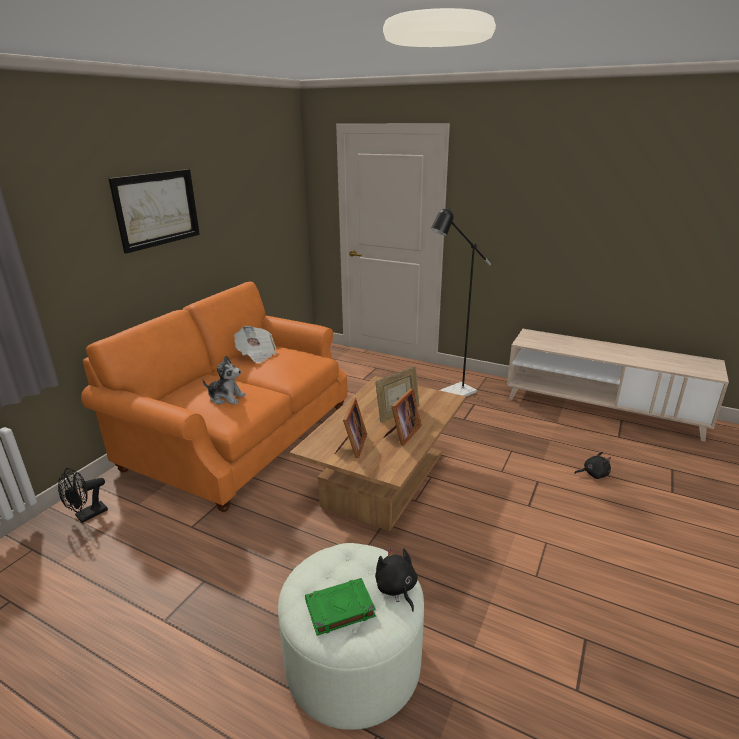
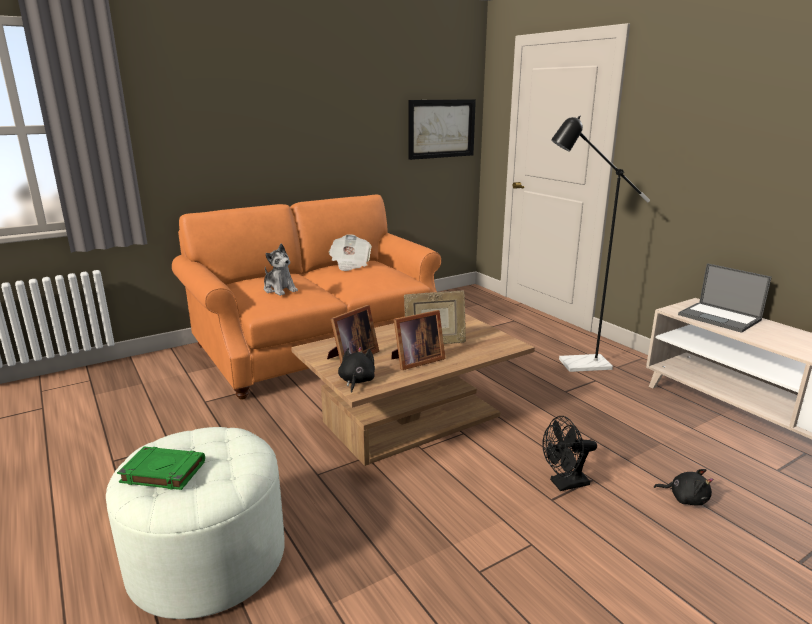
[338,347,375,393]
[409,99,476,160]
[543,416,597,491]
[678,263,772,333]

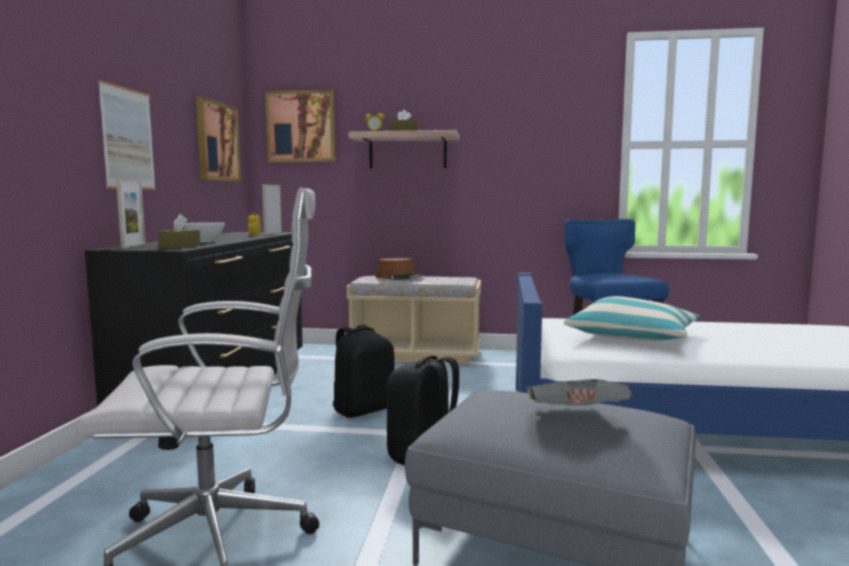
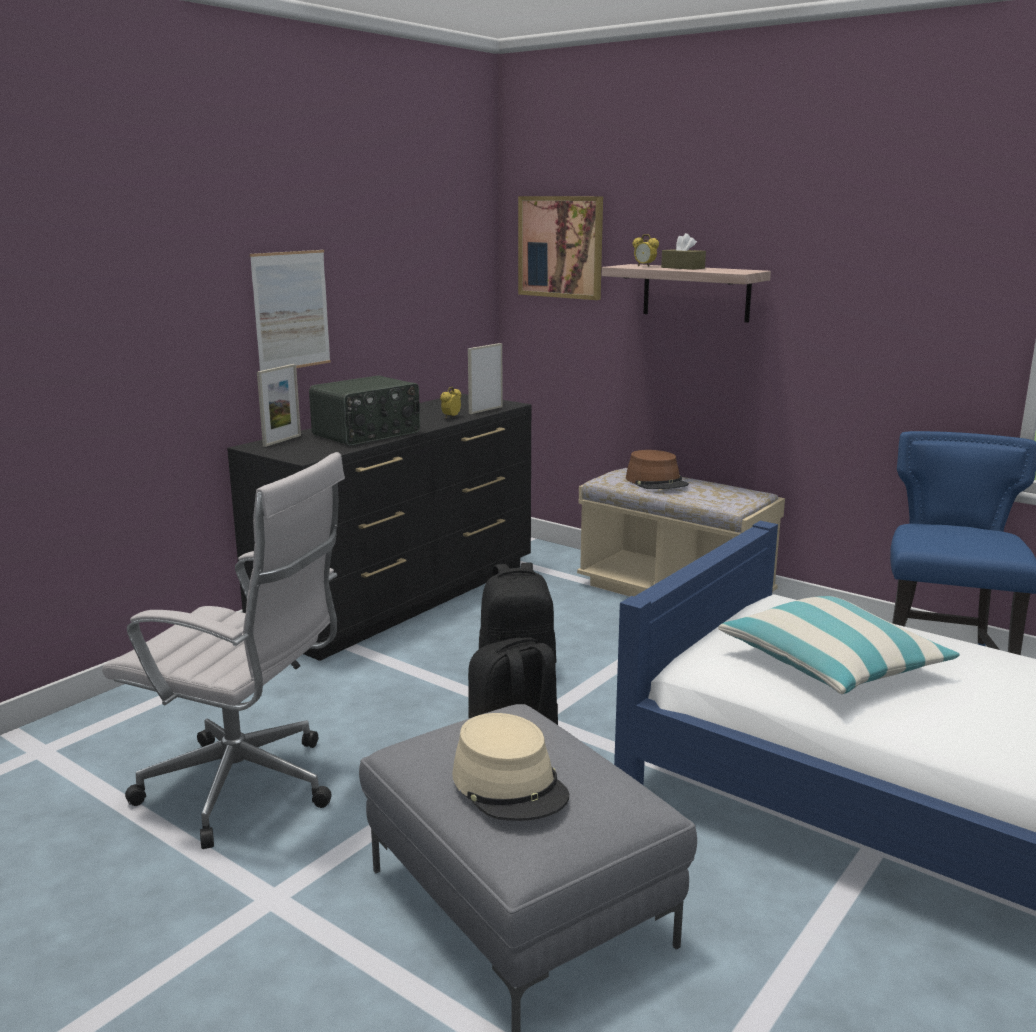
[309,375,420,446]
[452,713,569,821]
[158,214,201,249] (first image)
[196,96,241,181] (first image)

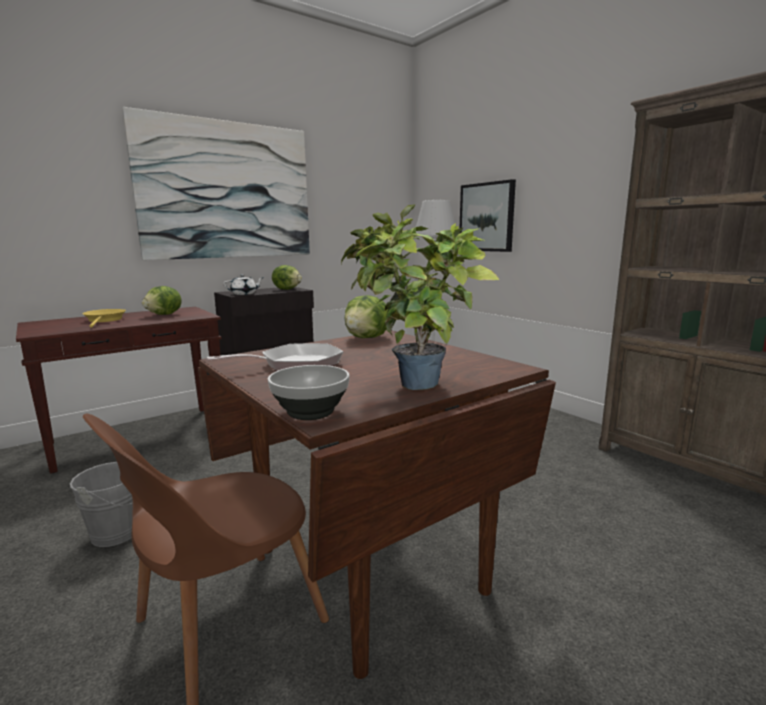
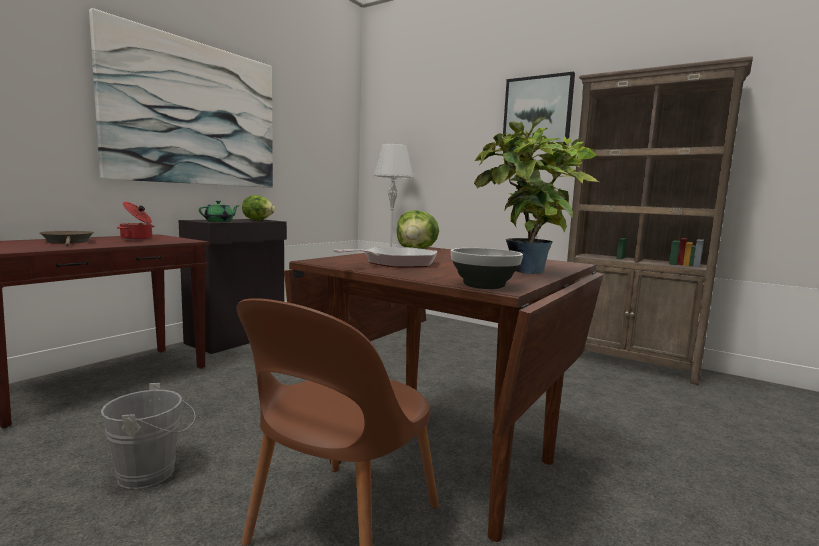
[40,231,94,247]
[117,202,155,241]
[199,201,240,222]
[503,72,575,145]

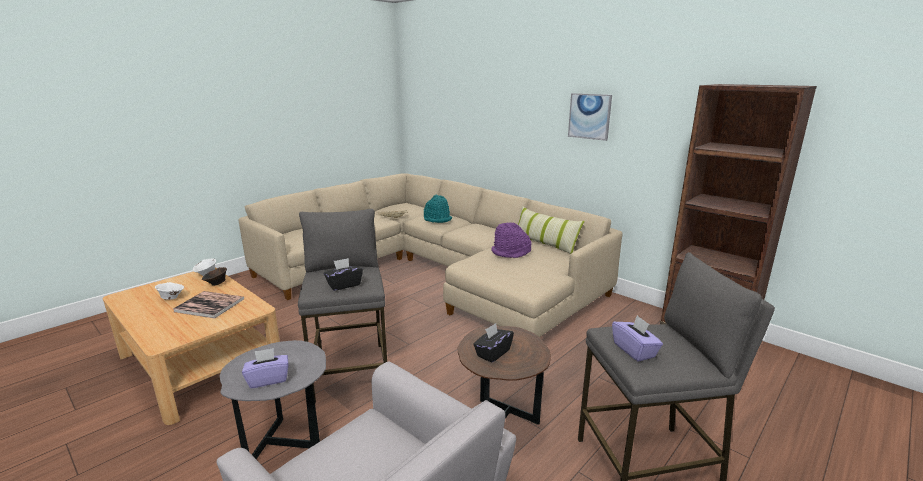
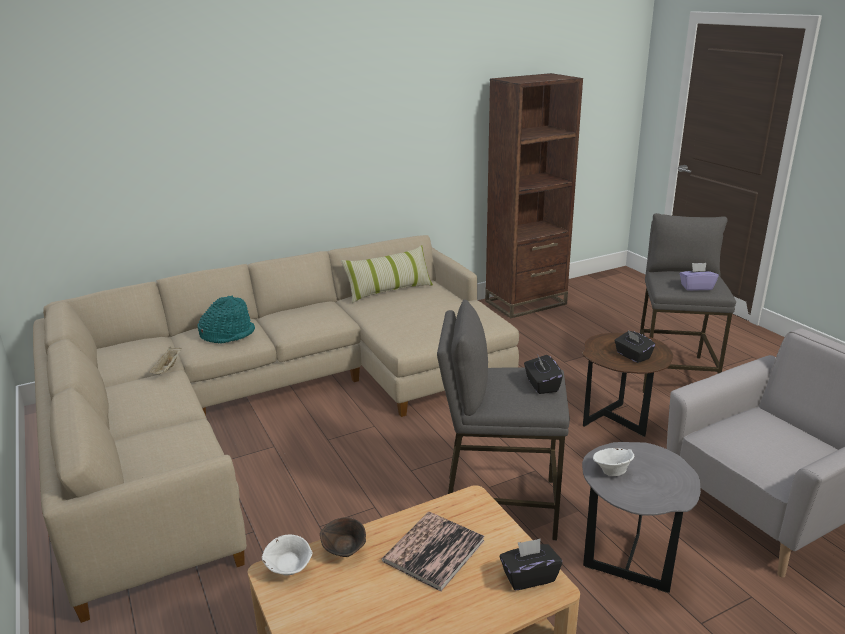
[500,539,562,591]
[593,448,634,476]
[242,348,289,389] (first image)
[491,223,531,258] (first image)
[568,93,612,141] (first image)

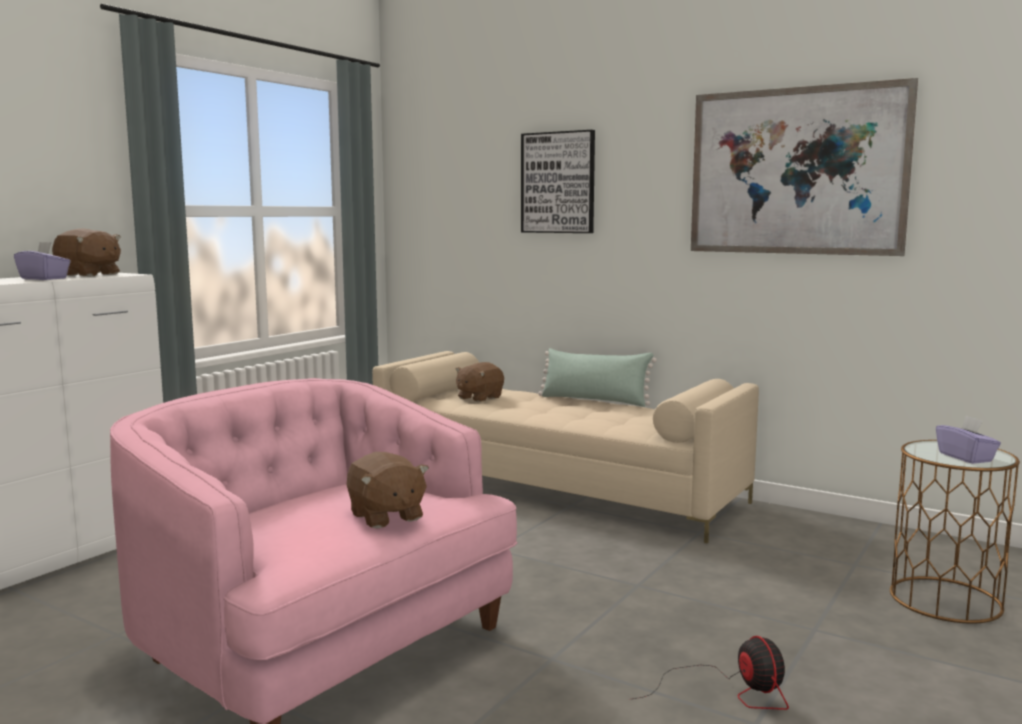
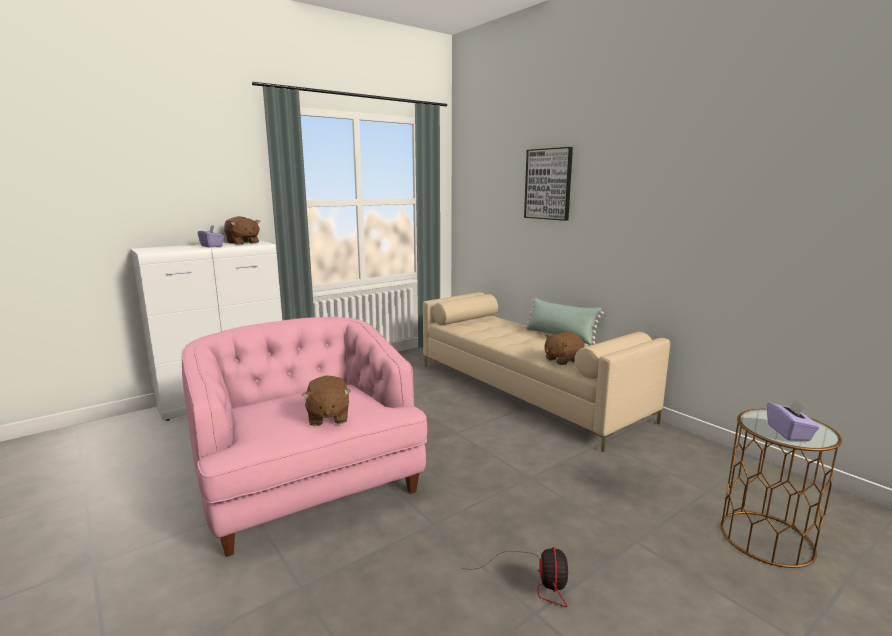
[544,332,585,365]
[691,78,918,256] (first image)

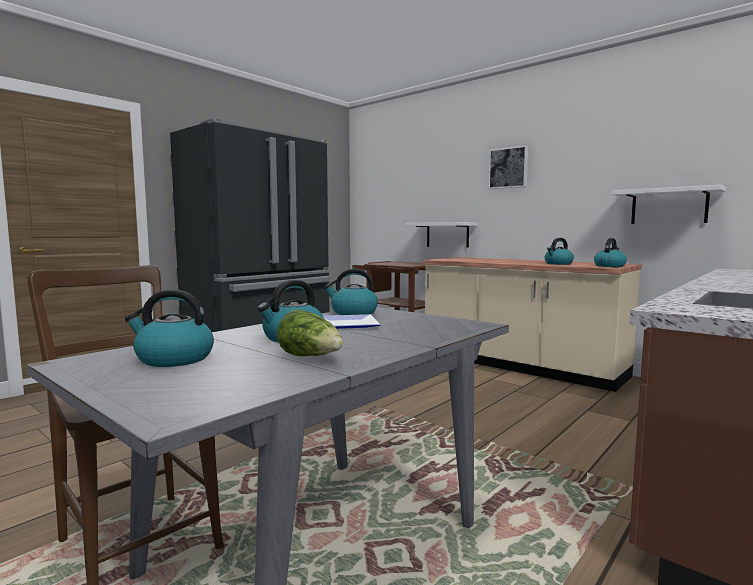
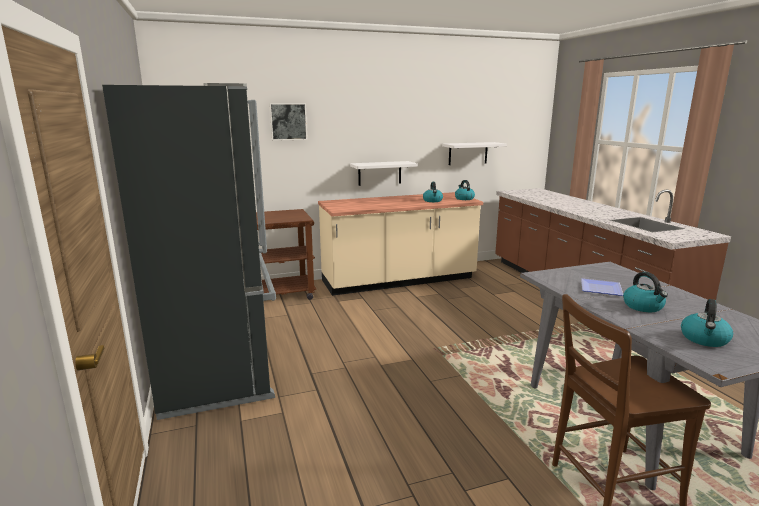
[269,103,308,141]
[350,161,418,186]
[277,309,343,356] (first image)
[324,269,378,315] (first image)

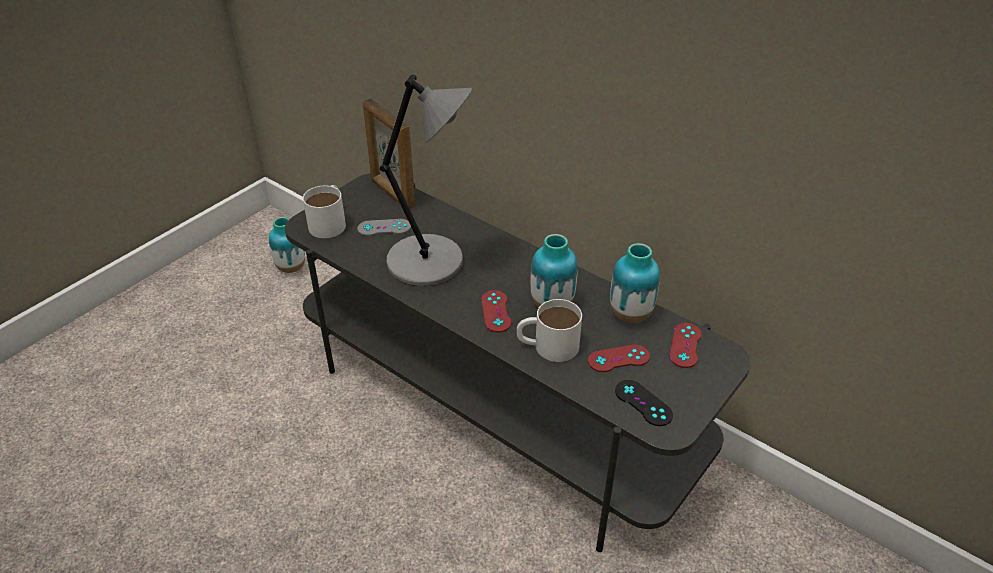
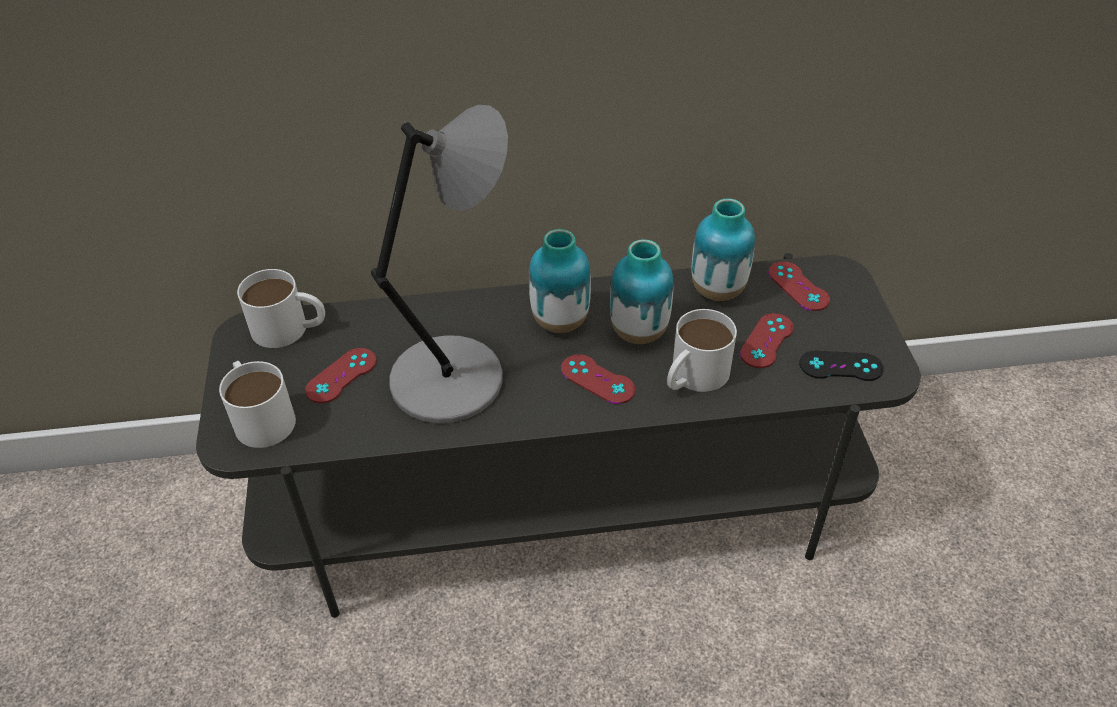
[237,269,325,348]
[305,348,377,403]
[529,229,591,333]

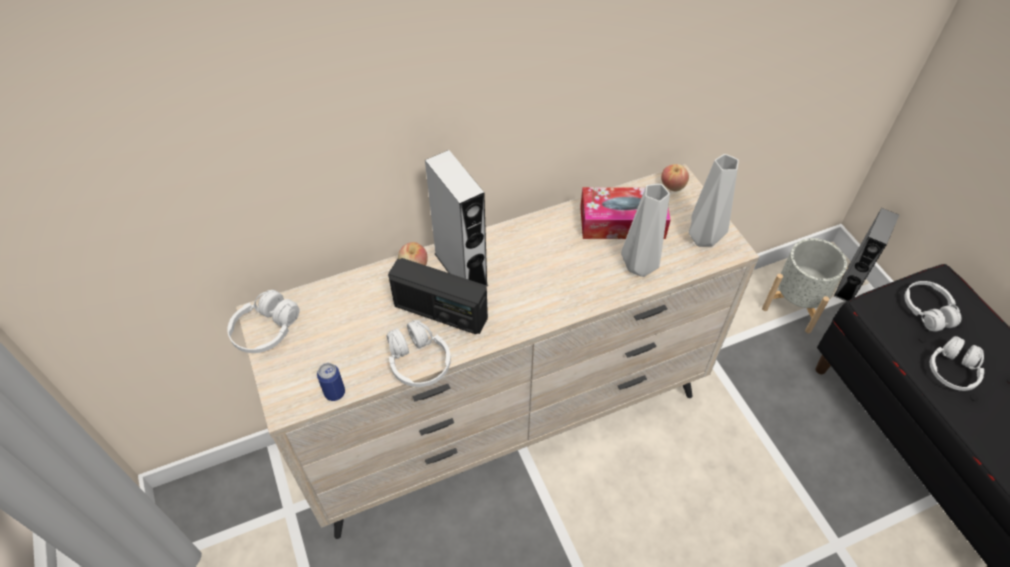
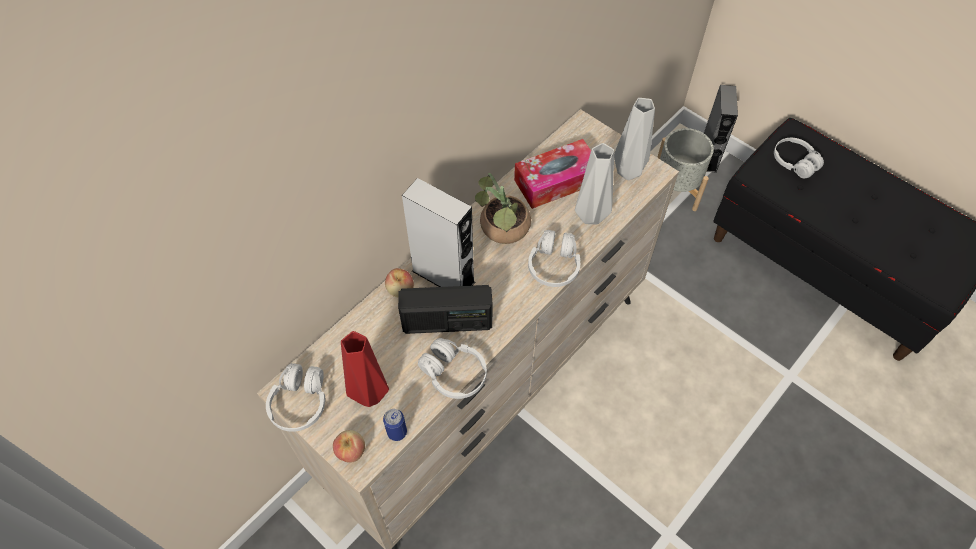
[333,430,365,463]
[341,331,389,407]
[475,173,531,244]
[528,230,580,287]

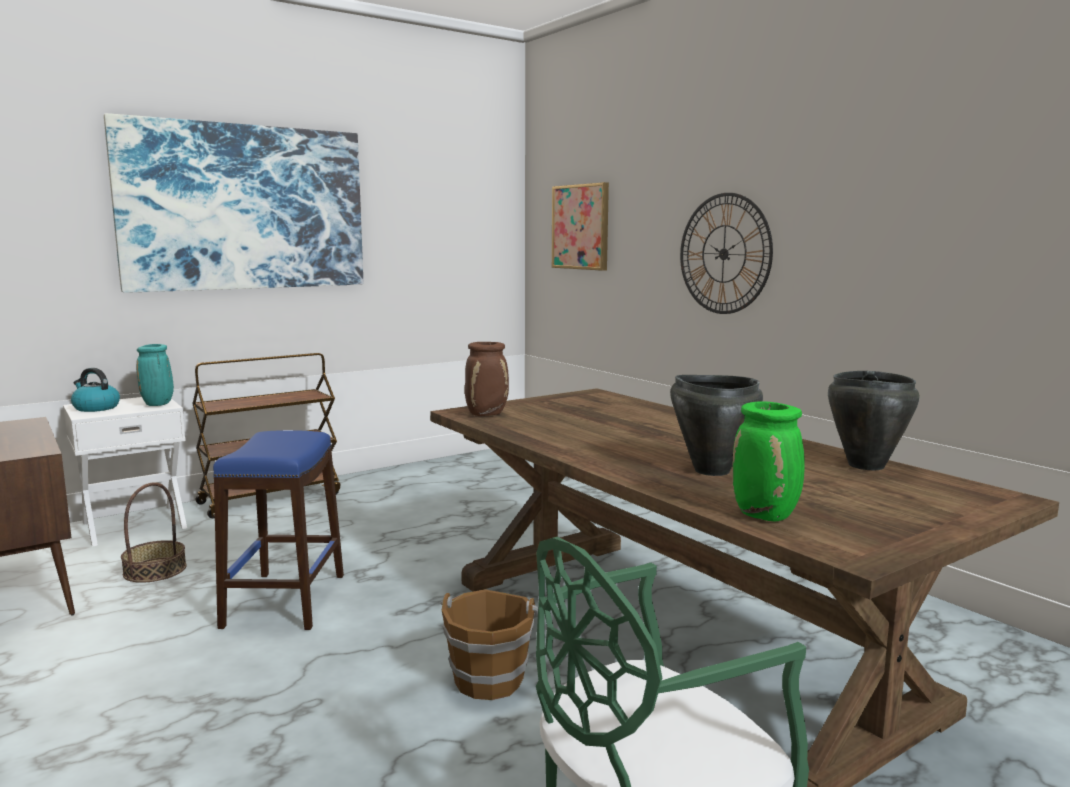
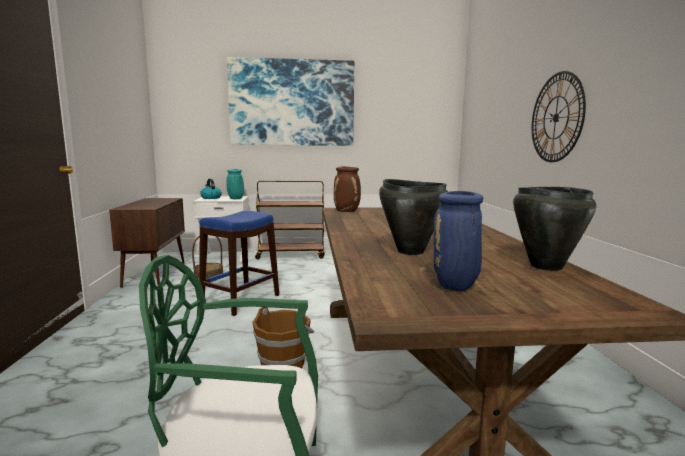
[433,191,483,291]
[552,182,609,271] (first image)
[732,401,805,522] (first image)

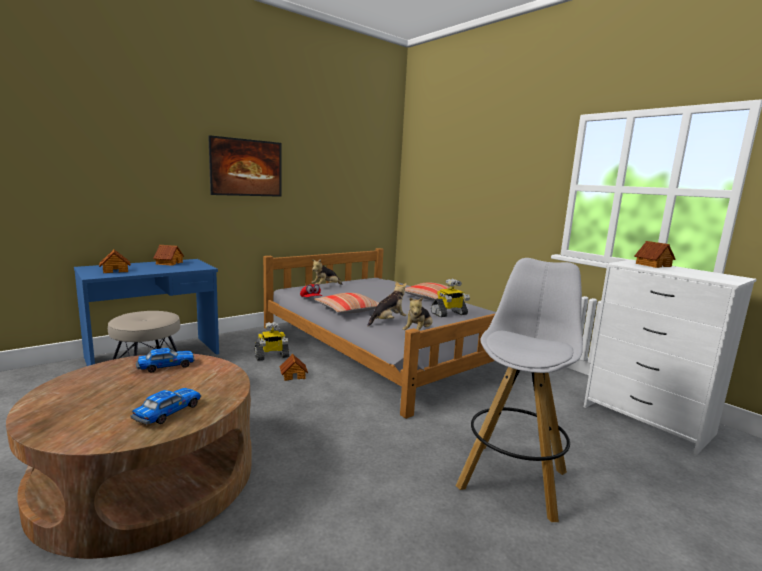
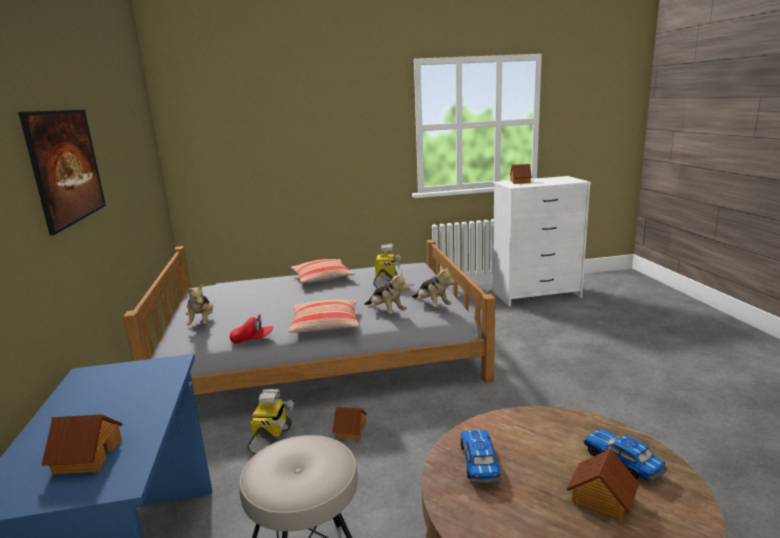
[365,271,409,314]
[566,448,639,521]
[456,258,583,522] (first image)

